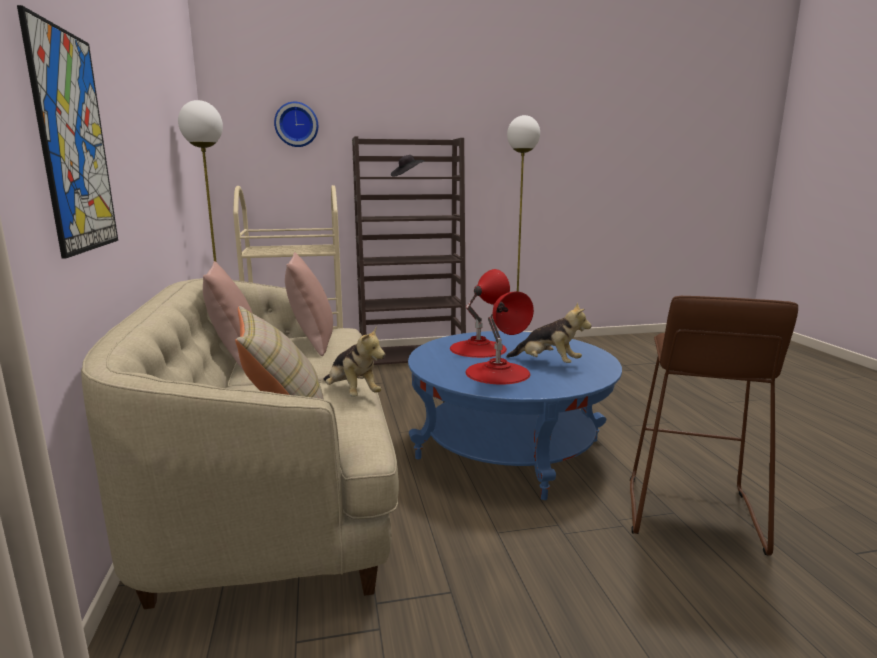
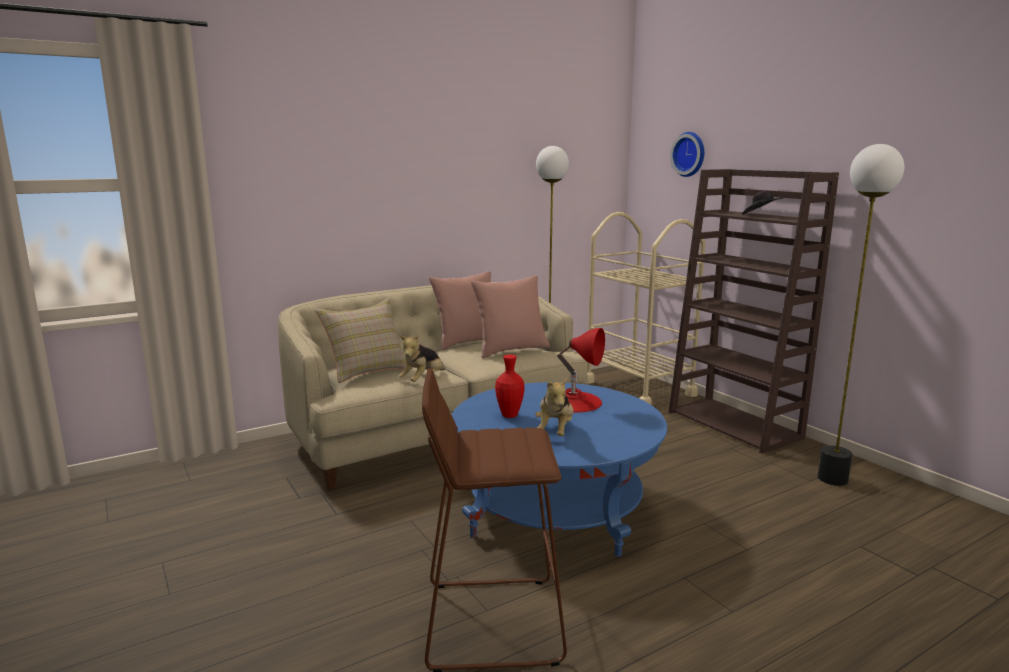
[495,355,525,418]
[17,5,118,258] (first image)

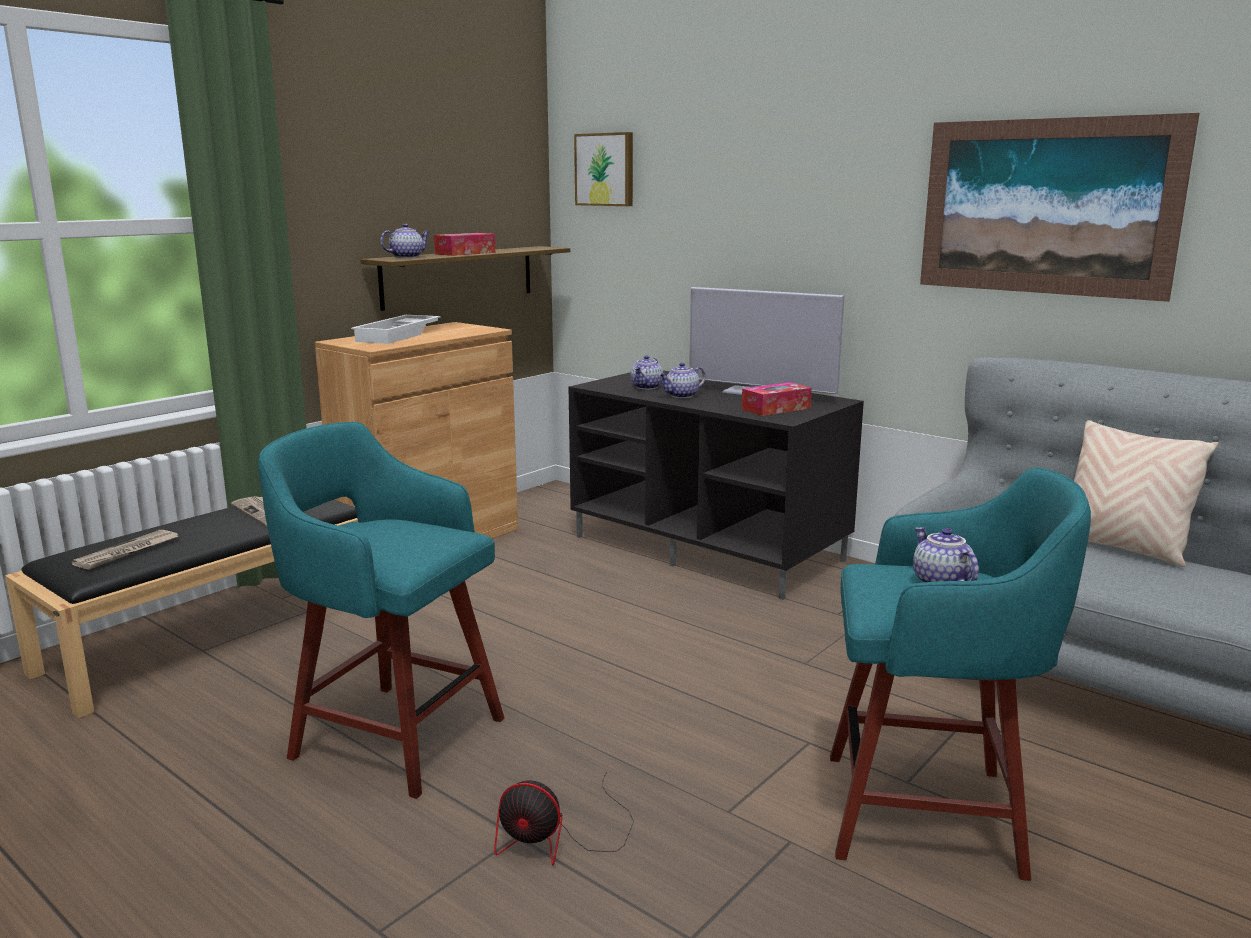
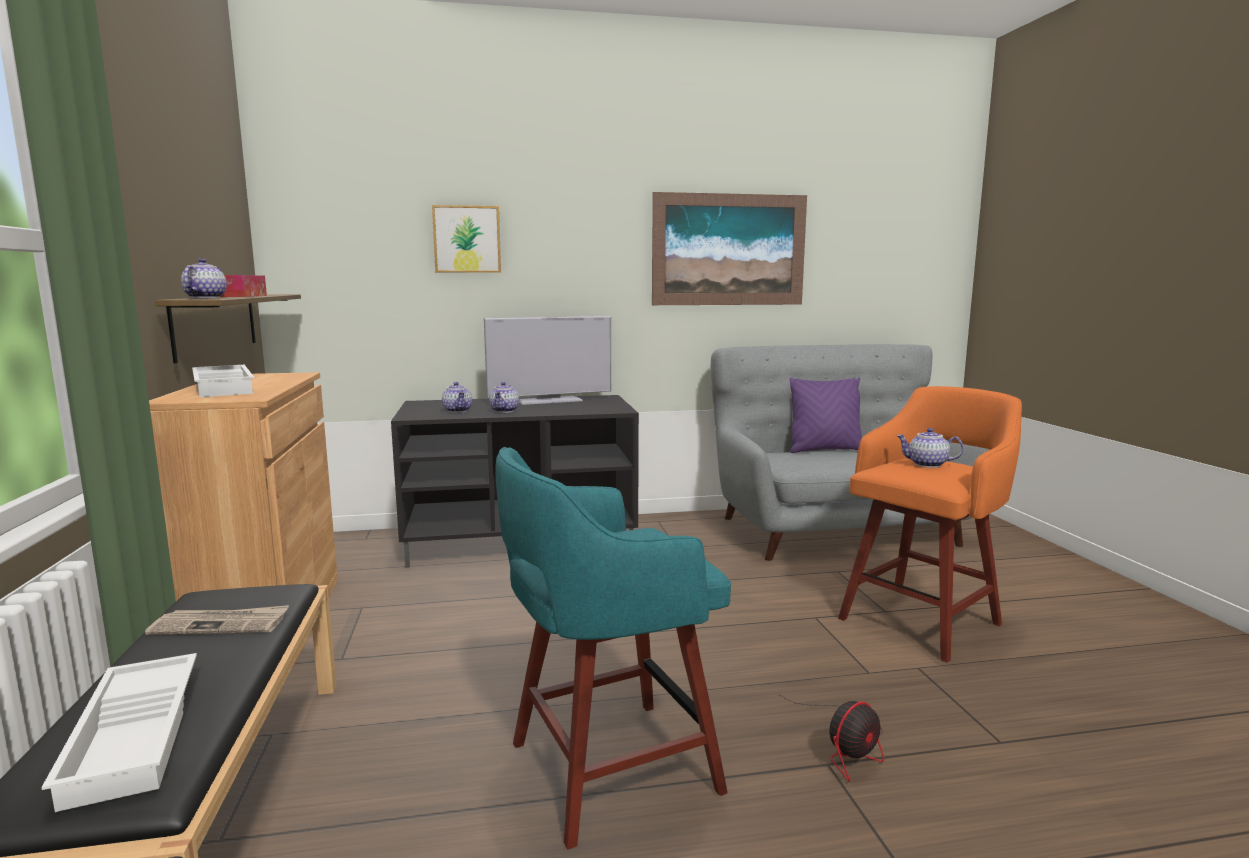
[41,653,197,812]
[432,205,501,273]
[790,377,862,453]
[838,386,1022,663]
[742,382,812,416] (first image)

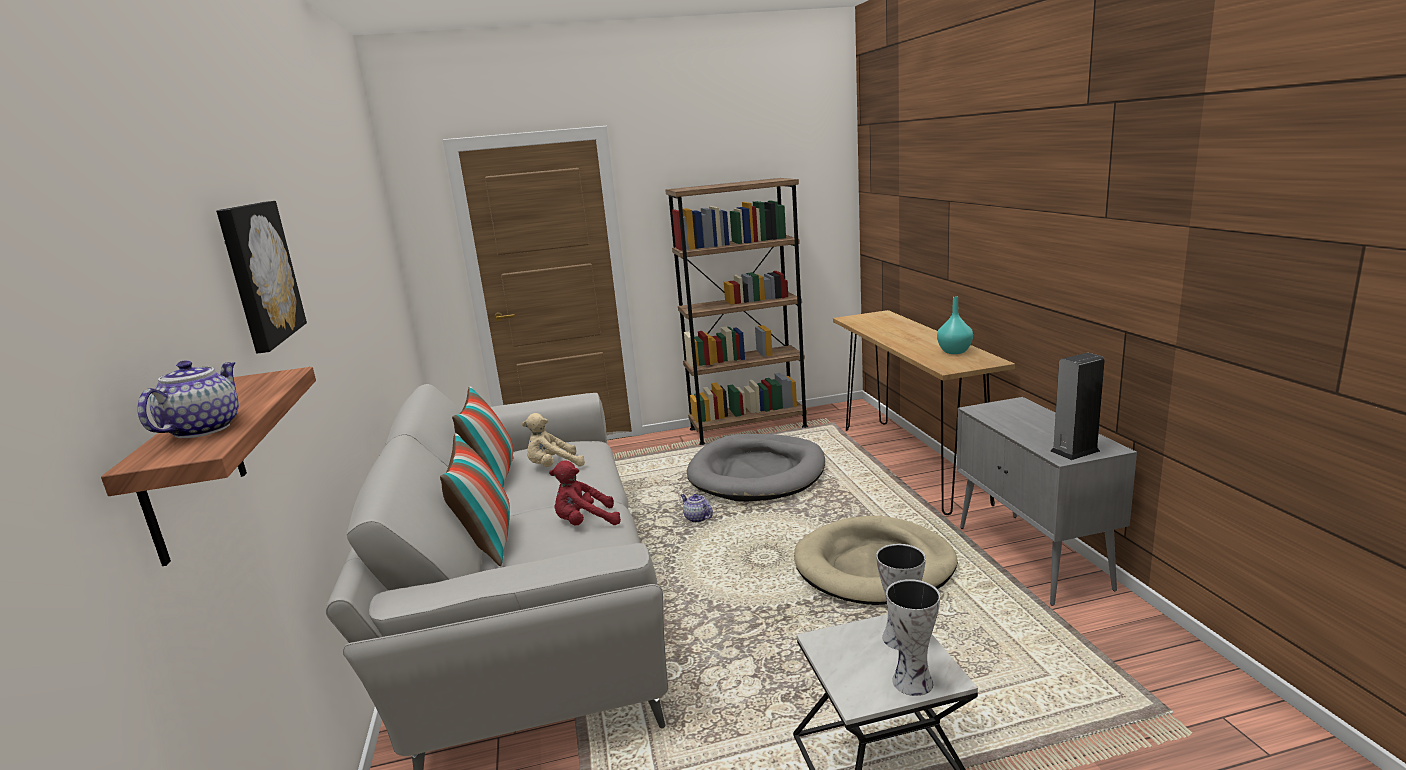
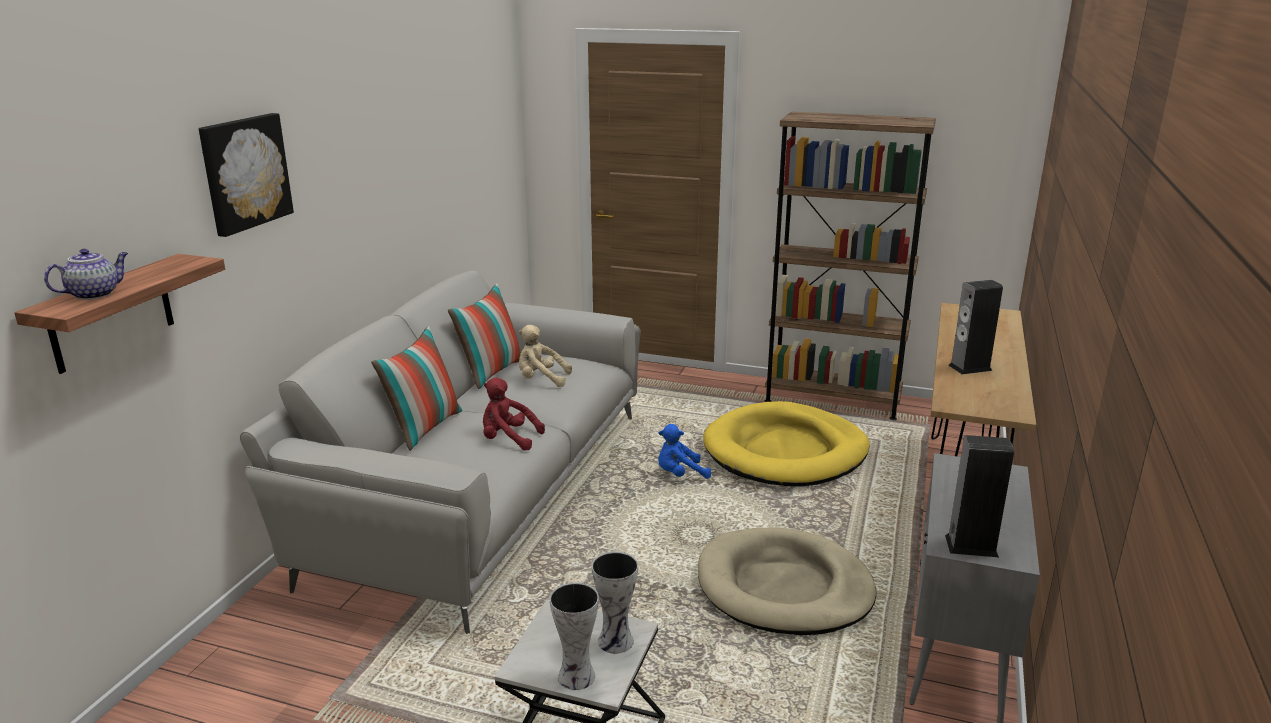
[658,424,711,479]
[703,401,870,486]
[948,280,1003,374]
[937,297,973,354] (first image)

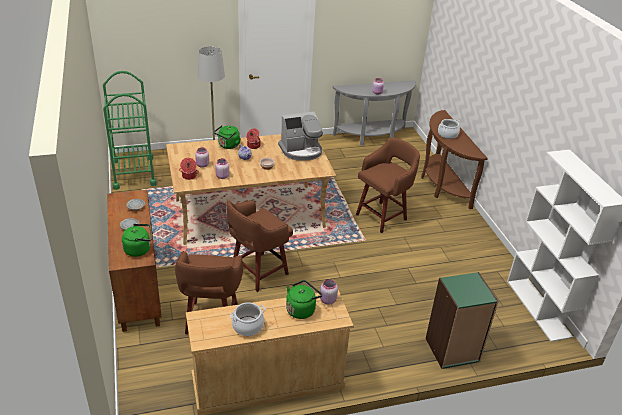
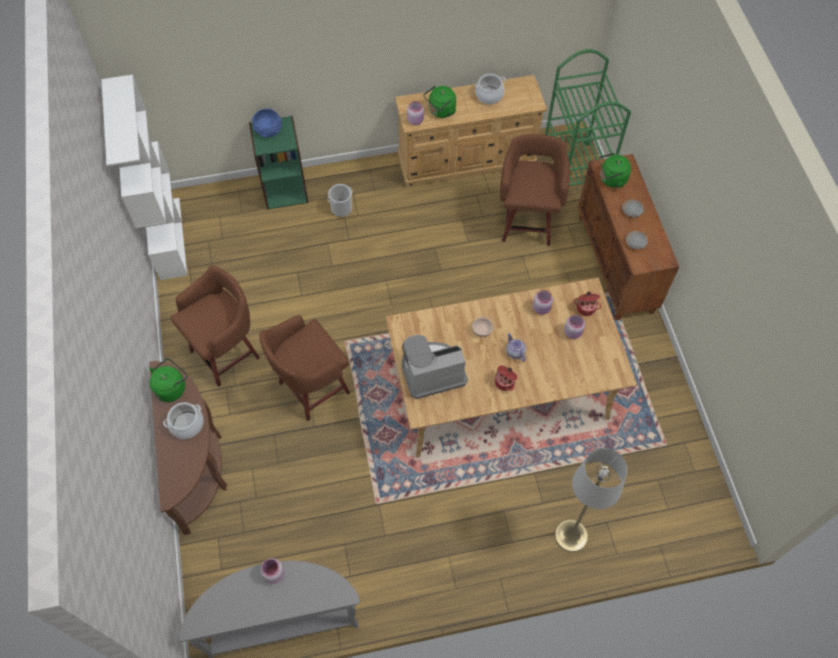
[149,358,188,402]
[170,265,260,387]
[252,108,282,138]
[328,184,353,217]
[545,49,631,186]

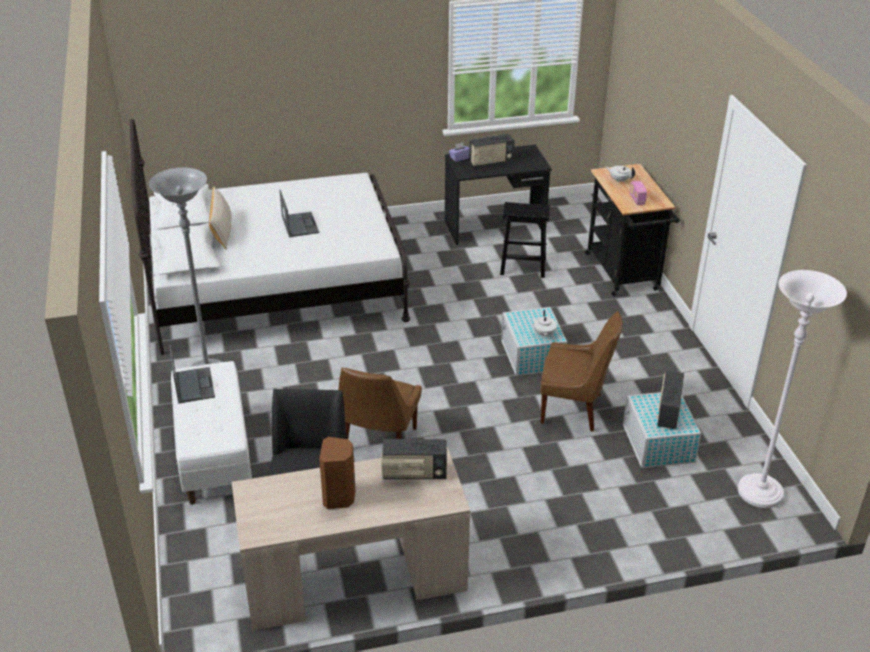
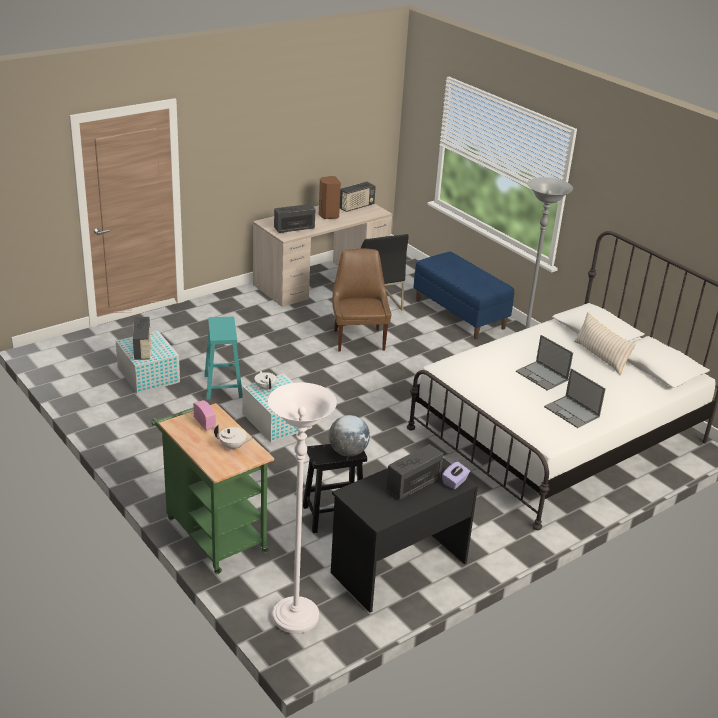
[151,403,274,574]
[205,317,243,400]
[268,382,337,634]
[329,415,370,456]
[340,182,376,212]
[413,252,514,339]
[544,368,606,428]

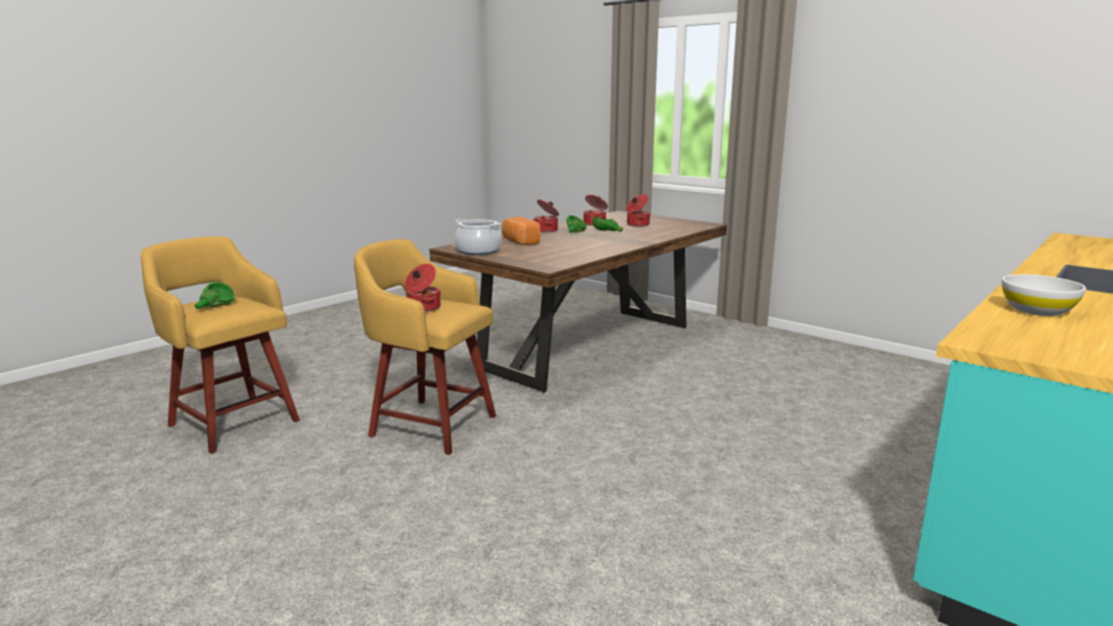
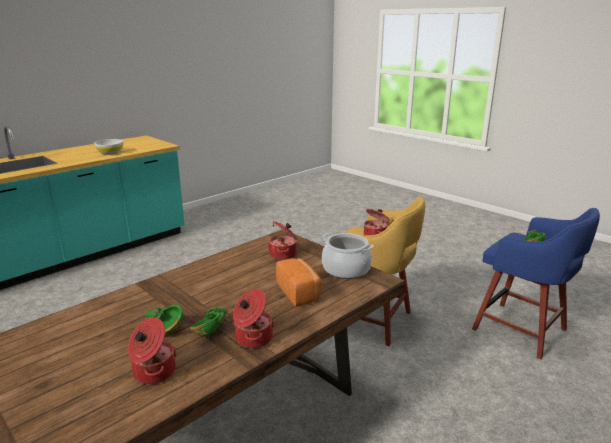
[268,221,297,260]
[472,208,600,360]

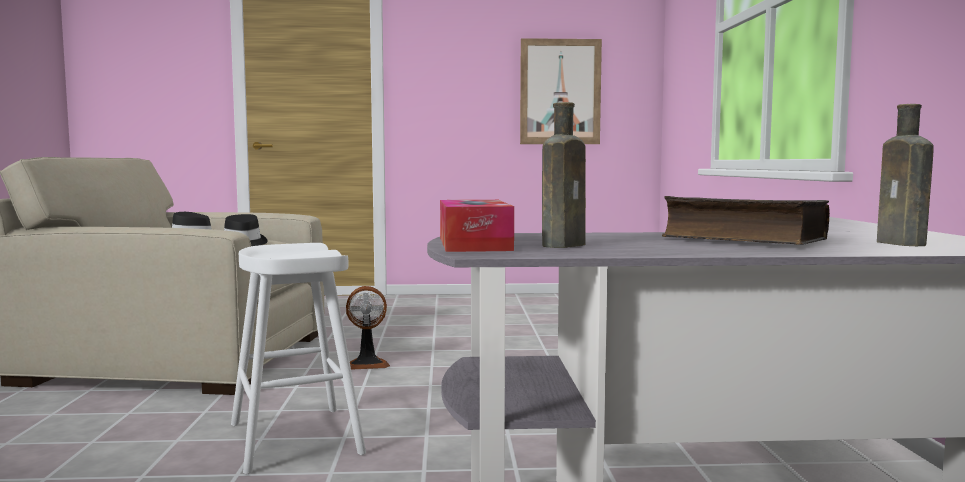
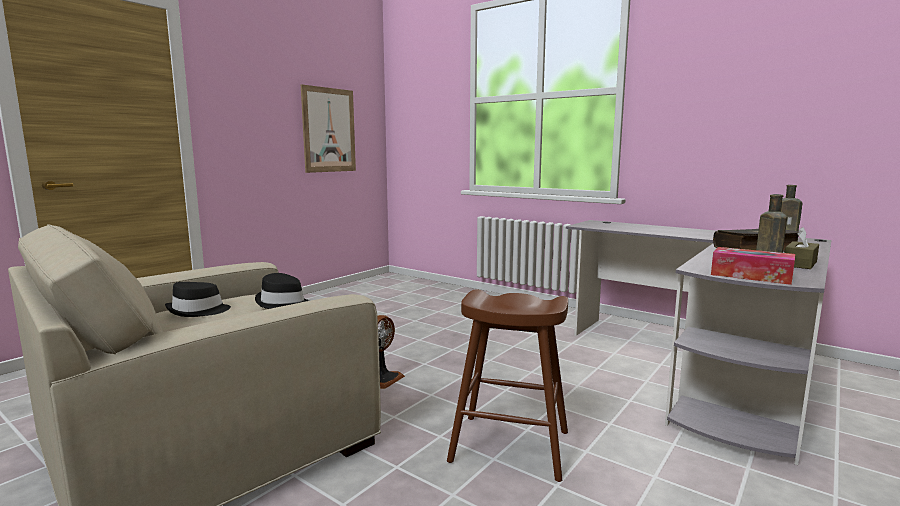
[447,289,568,482]
[785,227,819,269]

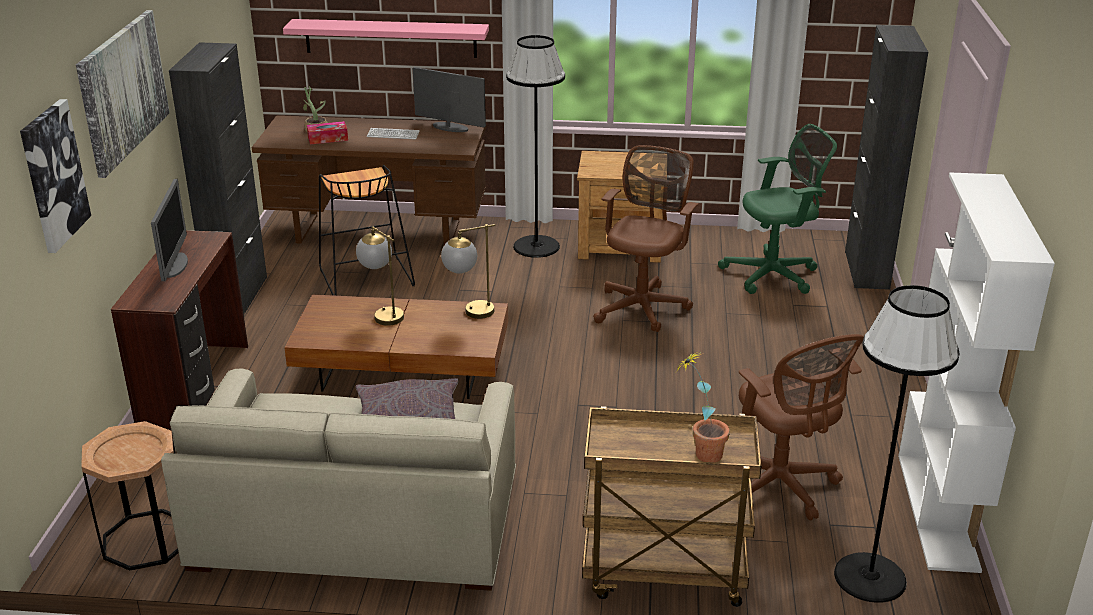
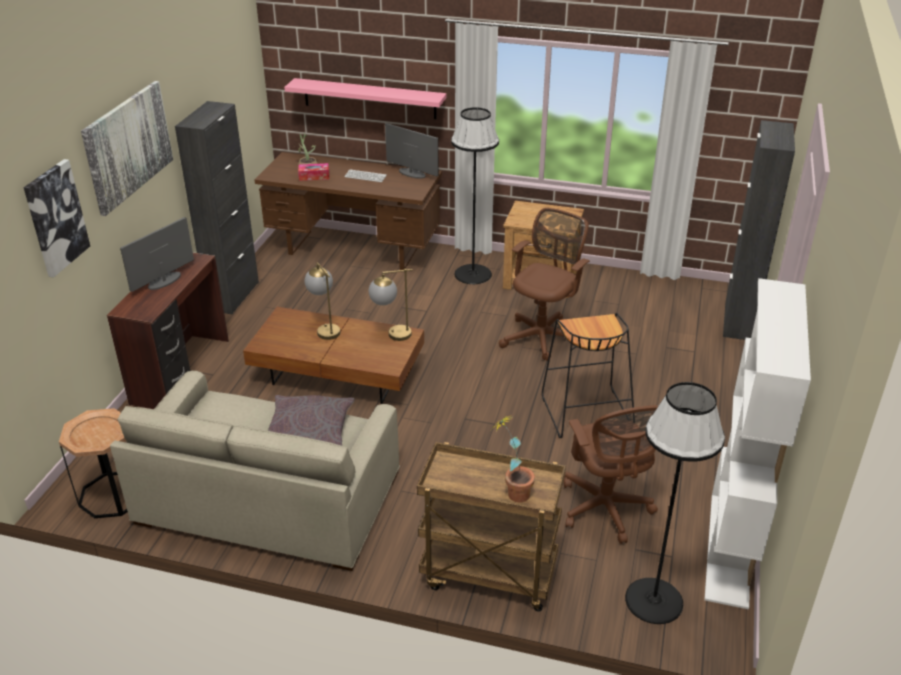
[120,217,194,292]
[542,313,634,438]
[718,124,837,294] (first image)

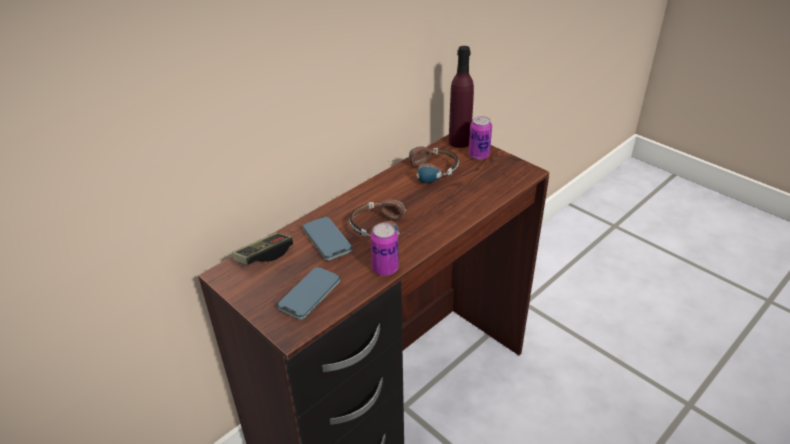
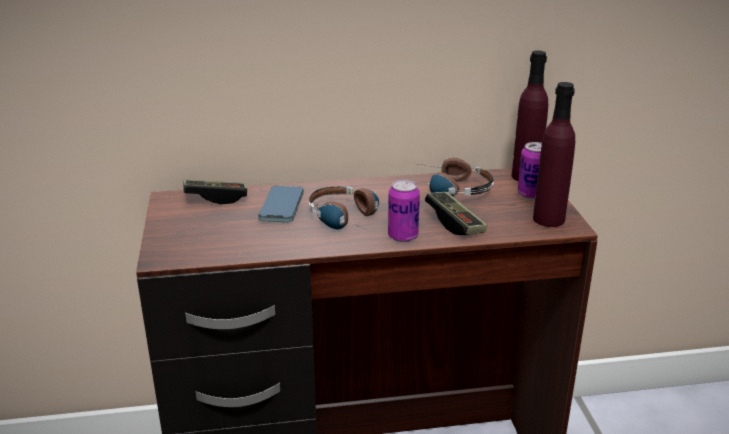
[388,179,420,242]
[425,192,488,235]
[533,82,575,227]
[277,267,341,320] (first image)

